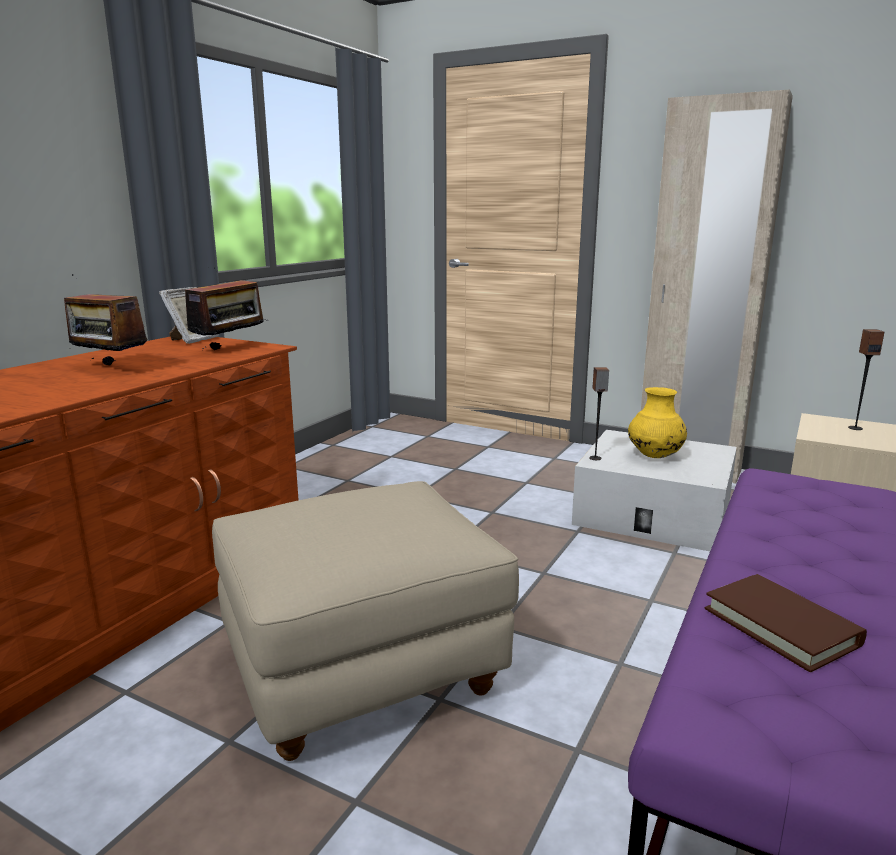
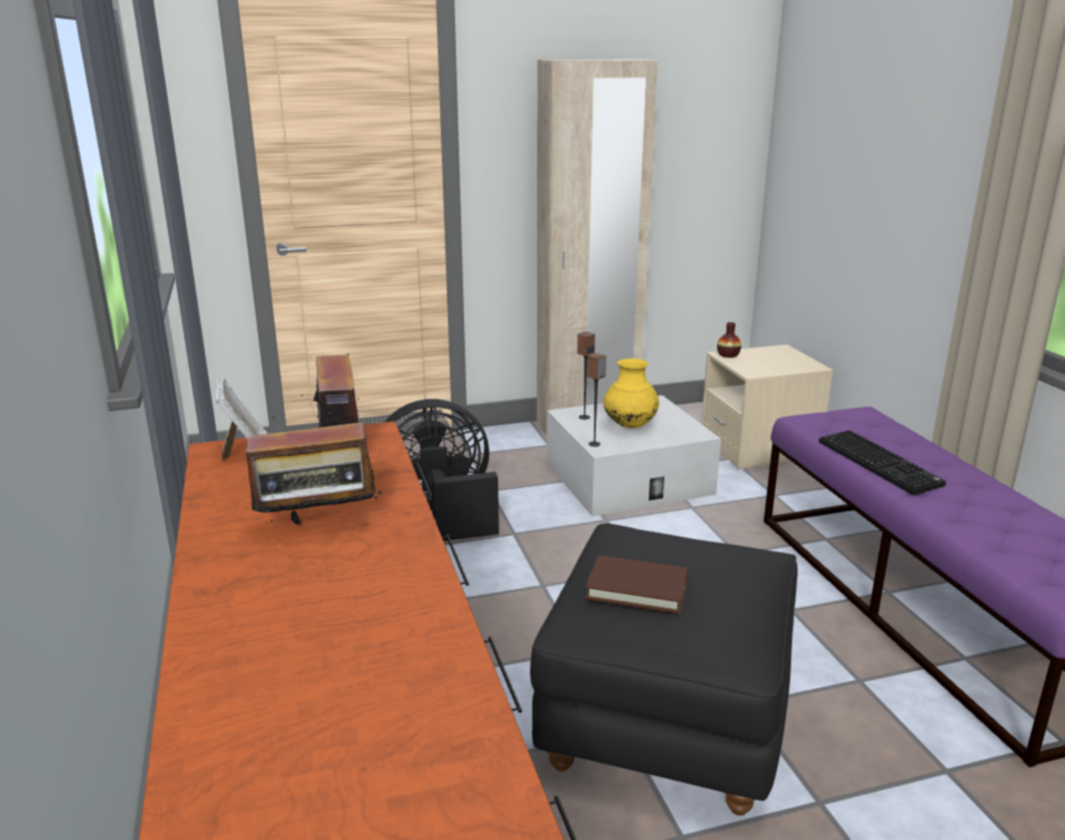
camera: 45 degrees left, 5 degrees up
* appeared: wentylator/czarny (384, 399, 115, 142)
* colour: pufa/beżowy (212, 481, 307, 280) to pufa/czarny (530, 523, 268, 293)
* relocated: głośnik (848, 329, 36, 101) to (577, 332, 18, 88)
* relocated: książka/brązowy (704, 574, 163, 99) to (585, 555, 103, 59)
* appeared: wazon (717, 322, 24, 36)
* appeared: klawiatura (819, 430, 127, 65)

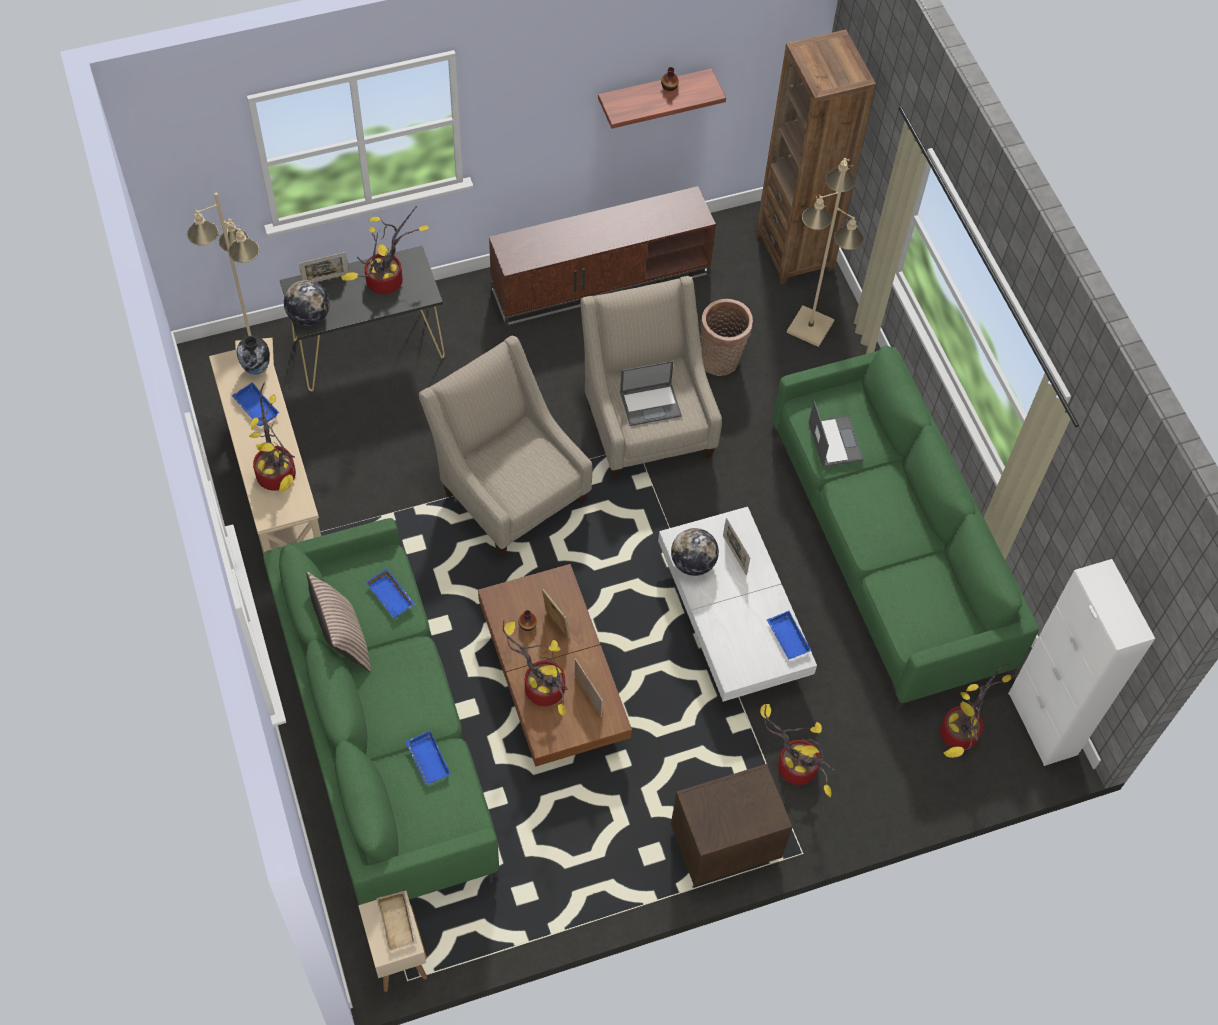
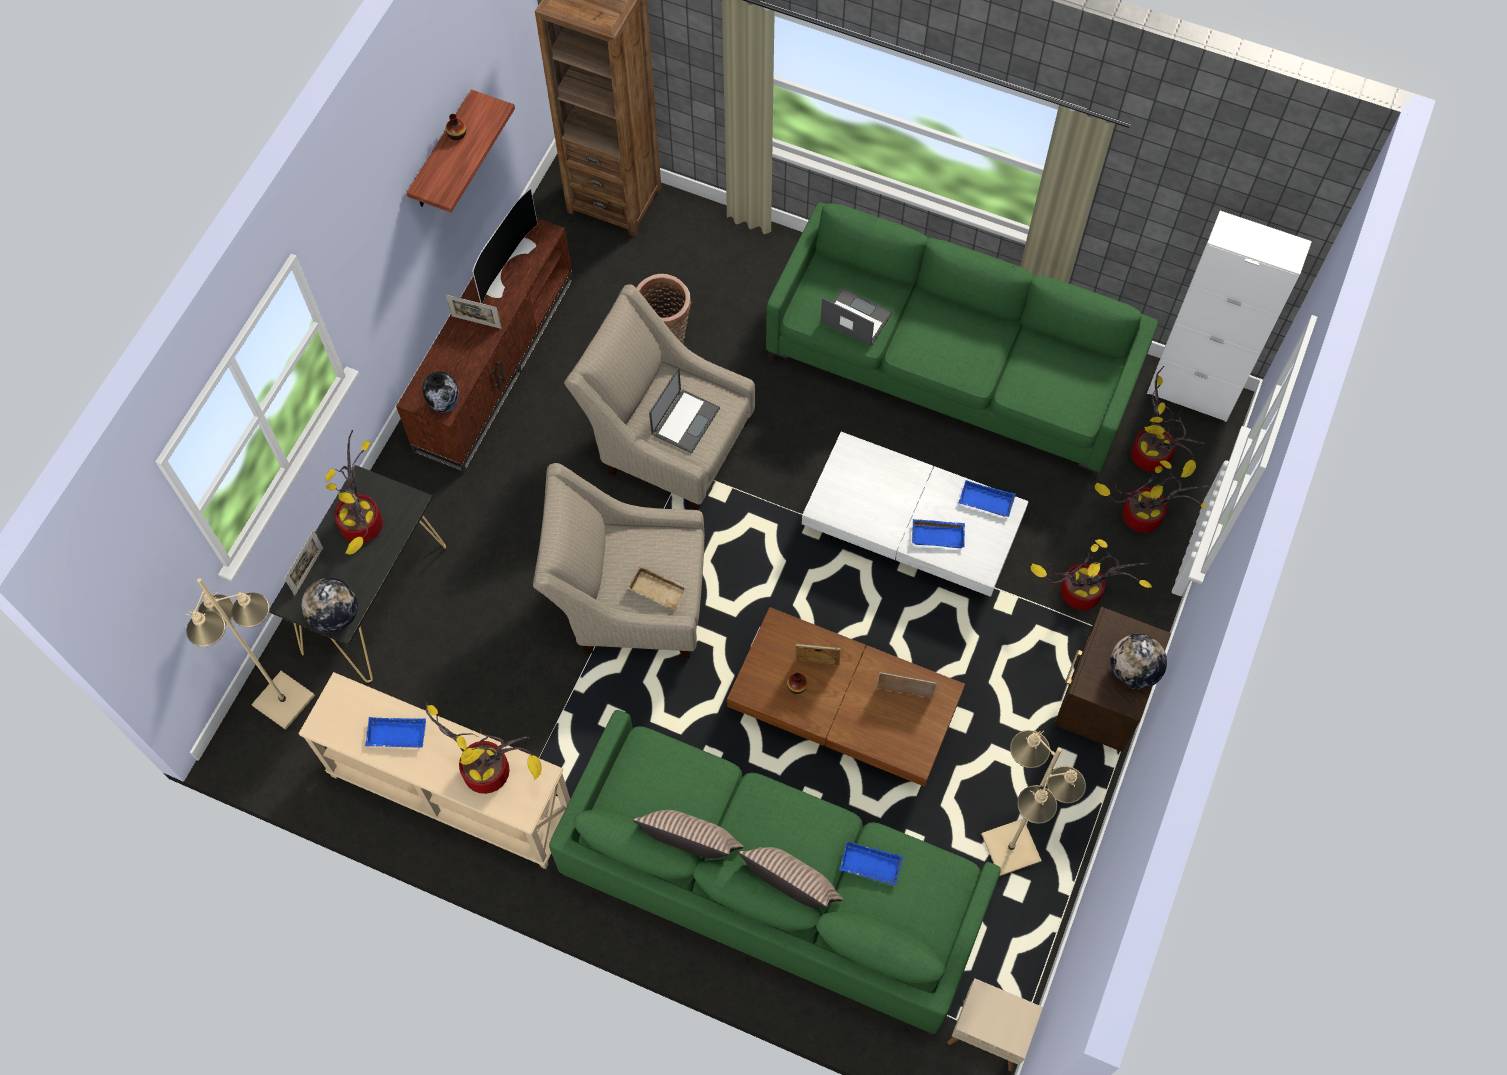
camera: 45 degrees left, 5 degrees up
* relocated: wazon (237, 336, 33, 39) to (422, 372, 37, 41)
* relocated: ramka na zdjęcie (723, 518, 27, 57) to (446, 295, 56, 34)
* appeared: telewizor (472, 188, 66, 116)
* relocated: taca/beżowy (376, 891, 41, 59) to (627, 566, 61, 44)
* appeared: poduszka (738, 847, 105, 60)
* relocated: taca/niebieski (366, 569, 49, 49) to (912, 519, 53, 29)
* relocated: lampa stojąca/beżowy (787, 158, 77, 189) to (981, 730, 105, 146)
* relocated: roślina doniczkowa (503, 620, 65, 97) to (1095, 460, 117, 73)
* relocated: globus (671, 528, 48, 48) to (1110, 634, 57, 55)

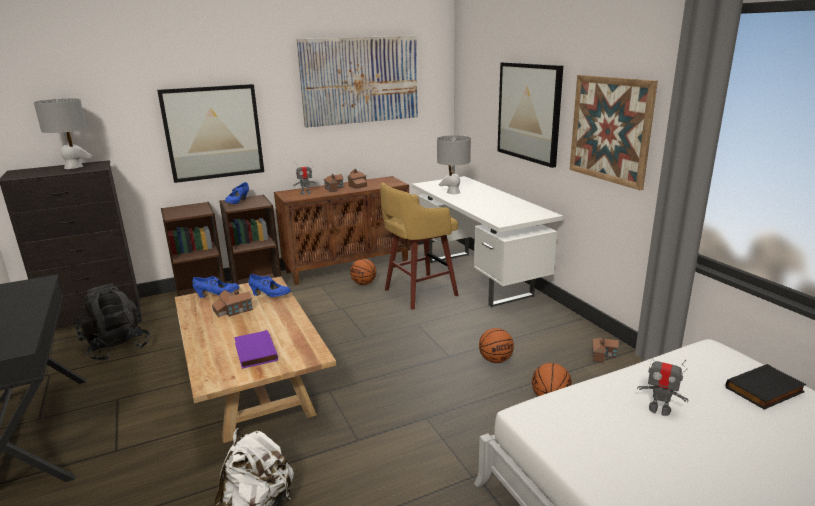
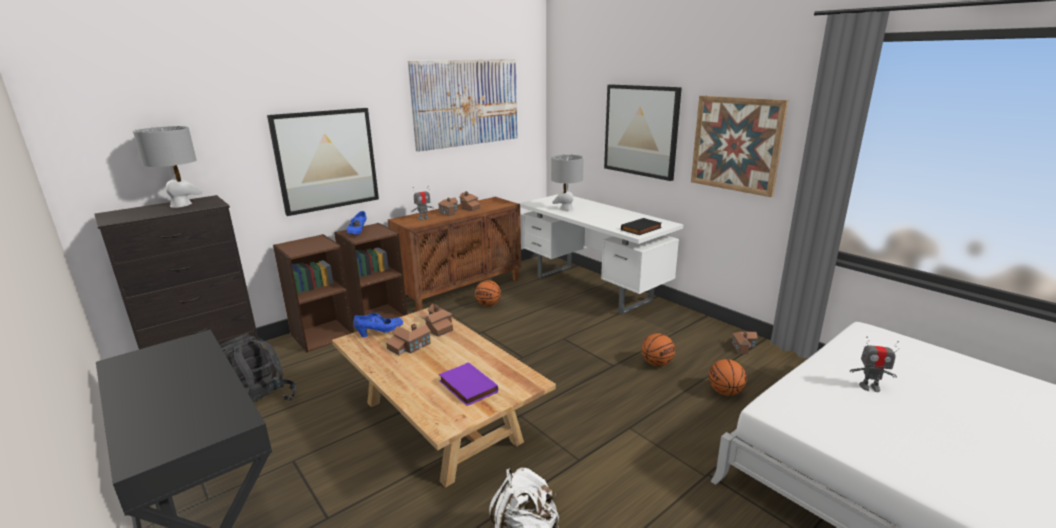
camera: 15 degrees left, 0 degrees up
* exchanged: but/niebieski (249, 274, 42, 23) to domek (424, 304, 29, 33)
* relocated: książka/czarny (726, 364, 80, 46) to (621, 218, 41, 17)
* missing: stołek/żółty (380, 183, 79, 127)

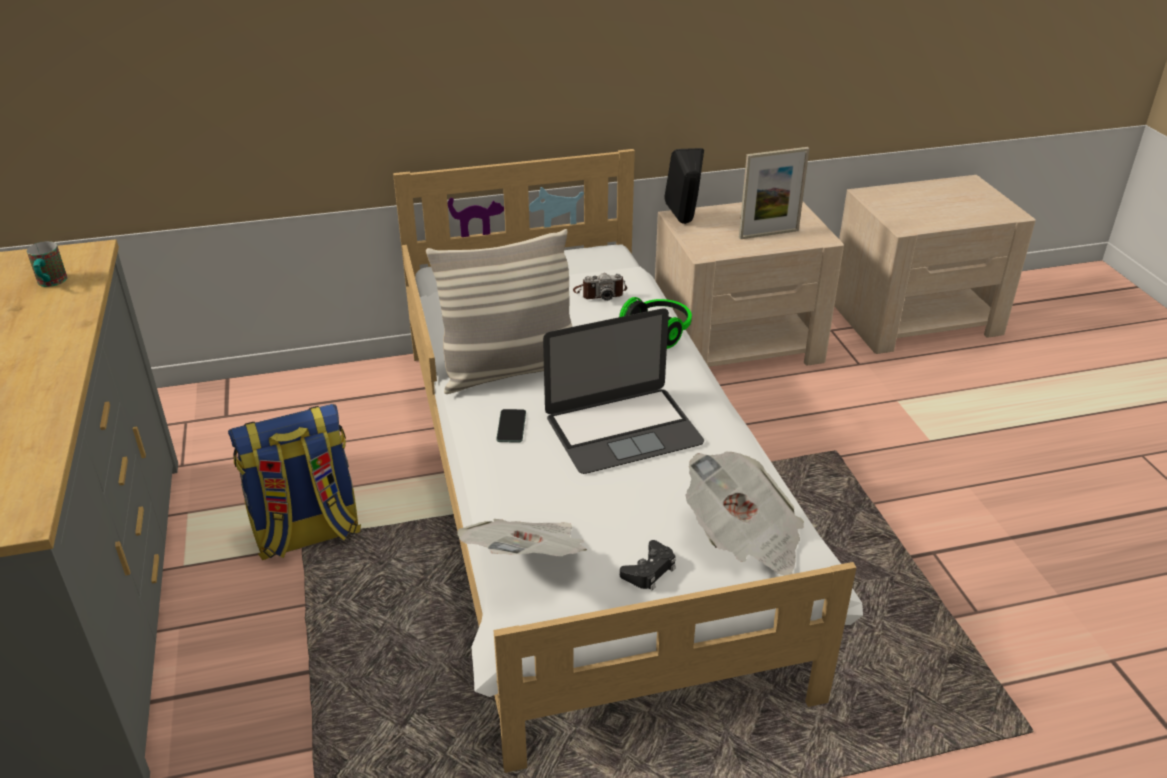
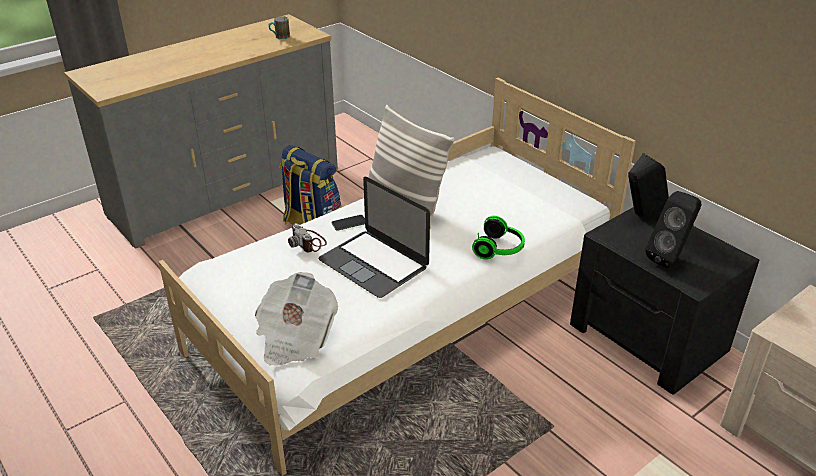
camera: 65 degrees right, 0 degrees up
* relocated: aparat fotograficzny (573, 273, 54, 28) to (288, 223, 39, 29)
* colour: szafka nocna/beżowy (655, 202, 189, 165) to szafka nocna/czarny (570, 207, 189, 188)
* exchanged: ramka na zdjęcie (739, 147, 70, 92) to głośnik/czarny (646, 191, 56, 77)
* missing: gazeta (457, 519, 130, 37)
* missing: pad do gier/czarny (620, 540, 56, 50)

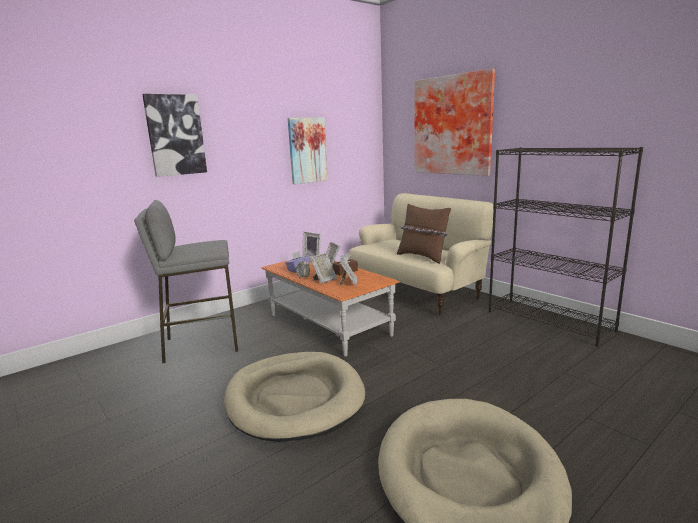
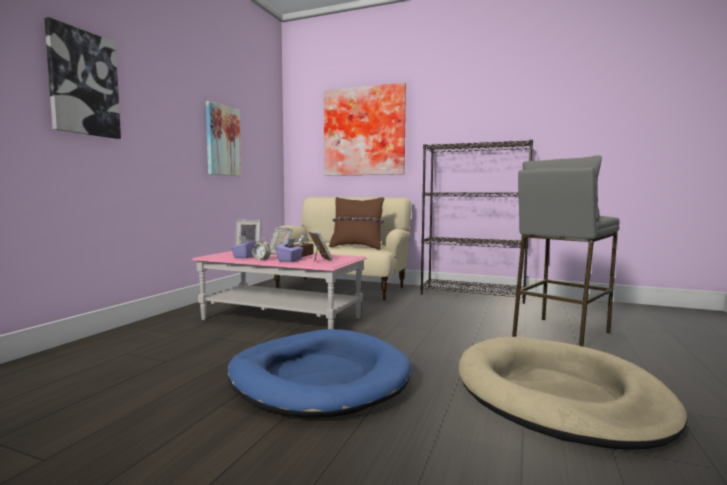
camera: 30 degrees left, 10 degrees down
* colour: ława/pomarańczowy (262, 260, 137, 97) to ława/różowy (192, 251, 175, 78)
* colour: legowisko/beżowy (224, 352, 141, 90) to legowisko/niebieski (228, 329, 184, 88)
* exchanged: ramka na zdjęcie (310, 253, 27, 31) to pudełko chusteczek/fioletowy (276, 238, 27, 24)
* relocated: stołek/szary (134, 200, 104, 164) to (512, 155, 108, 192)

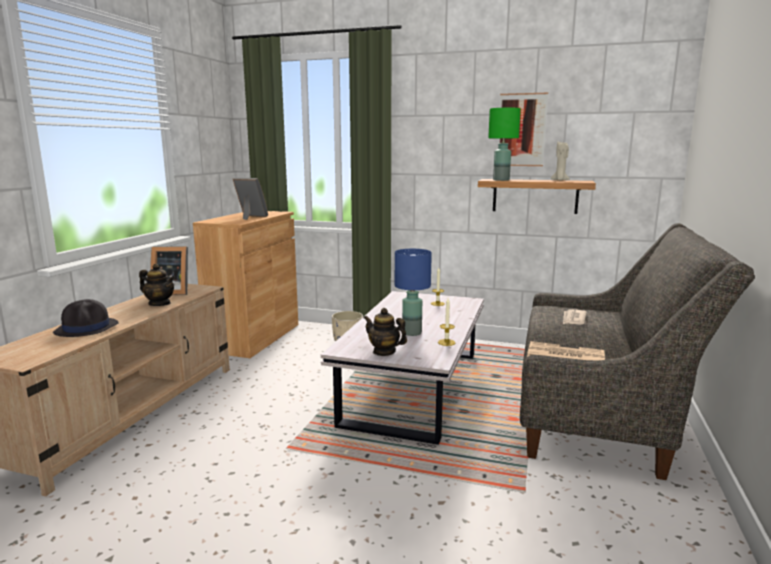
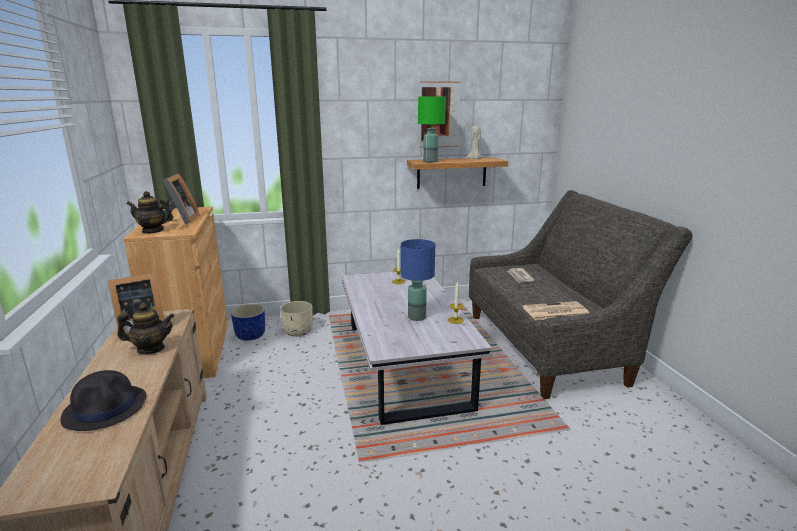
camera: 30 degrees left, 5 degrees up
* relocated: imbryk (363, 308, 44, 48) to (127, 191, 46, 43)
* spun: ramka na zdjęcie (233, 177, 35, 43) = (162, 173, 38, 52) 90 degrees clockwise
* appeared: donica/niebieski (231, 304, 34, 37)

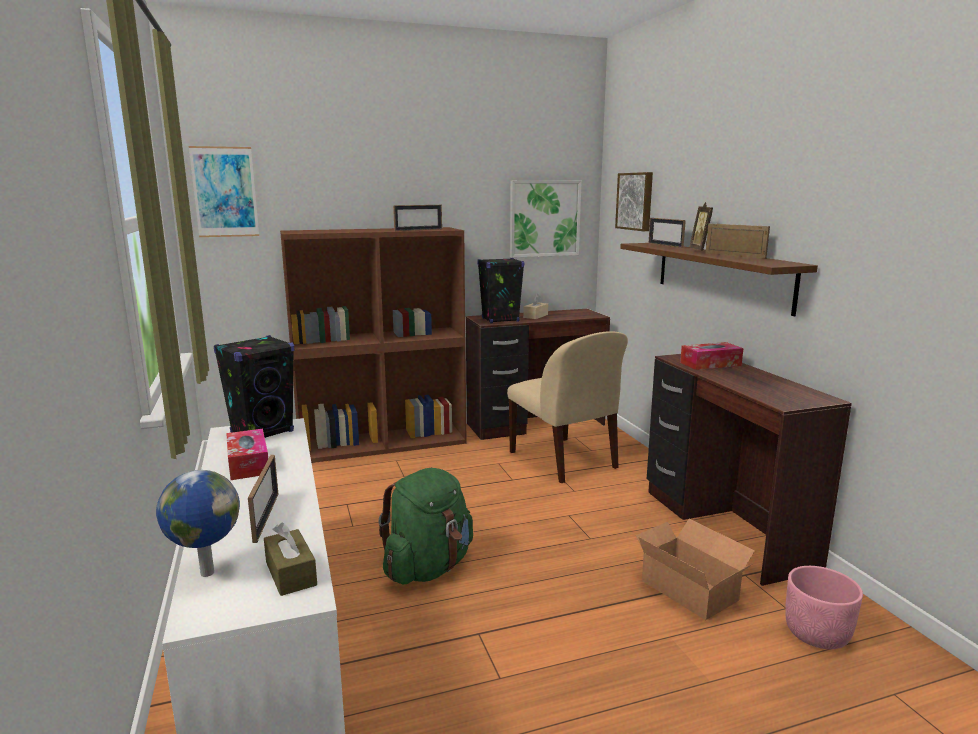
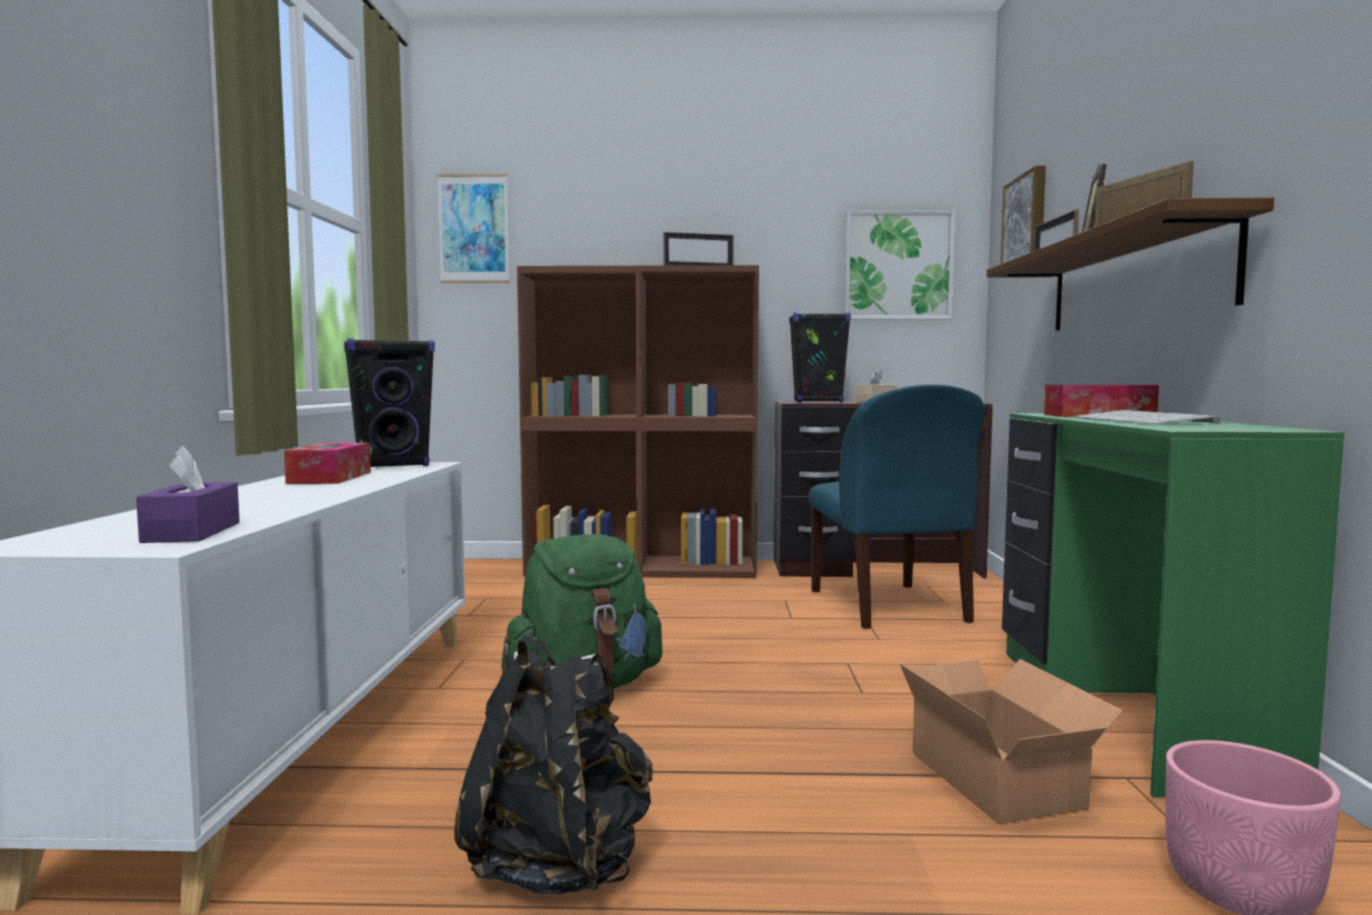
camera: 20 degrees right, 10 degrees down
* colour: pudełko chusteczek/brązowy (264, 523, 53, 73) to pudełko chusteczek/fioletowy (136, 446, 104, 97)
* appeared: plecak/czarny (454, 635, 198, 259)
* colour: krzesło/beżowy (507, 331, 121, 152) to krzesło/niebieski (809, 385, 176, 244)
* colour: biurko/brązowy (647, 354, 205, 232) to biurko/zielony (1002, 413, 342, 385)
* appeared: klawiatura (1075, 410, 146, 14)
* missing: globus (156, 470, 84, 107)
* missing: ramka na zdjęcie (248, 455, 30, 88)

